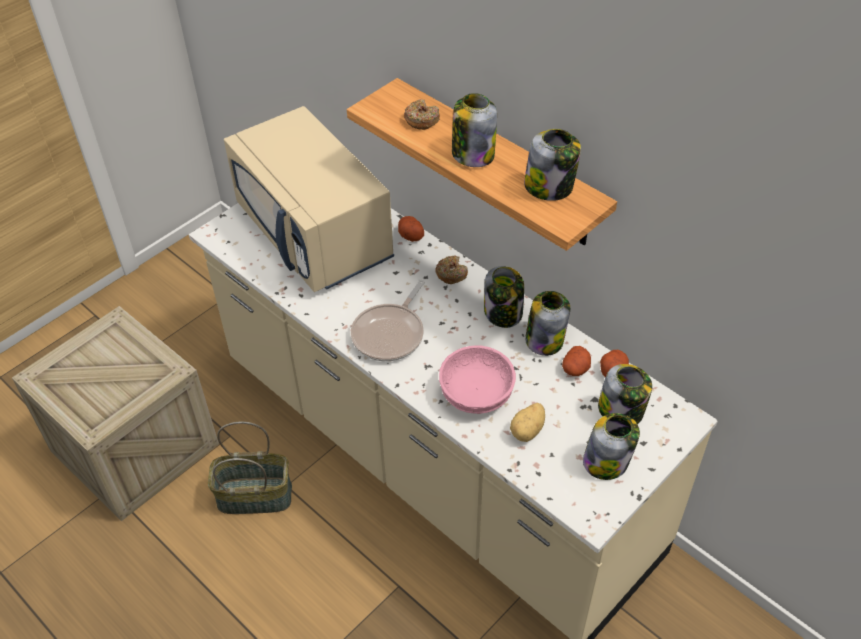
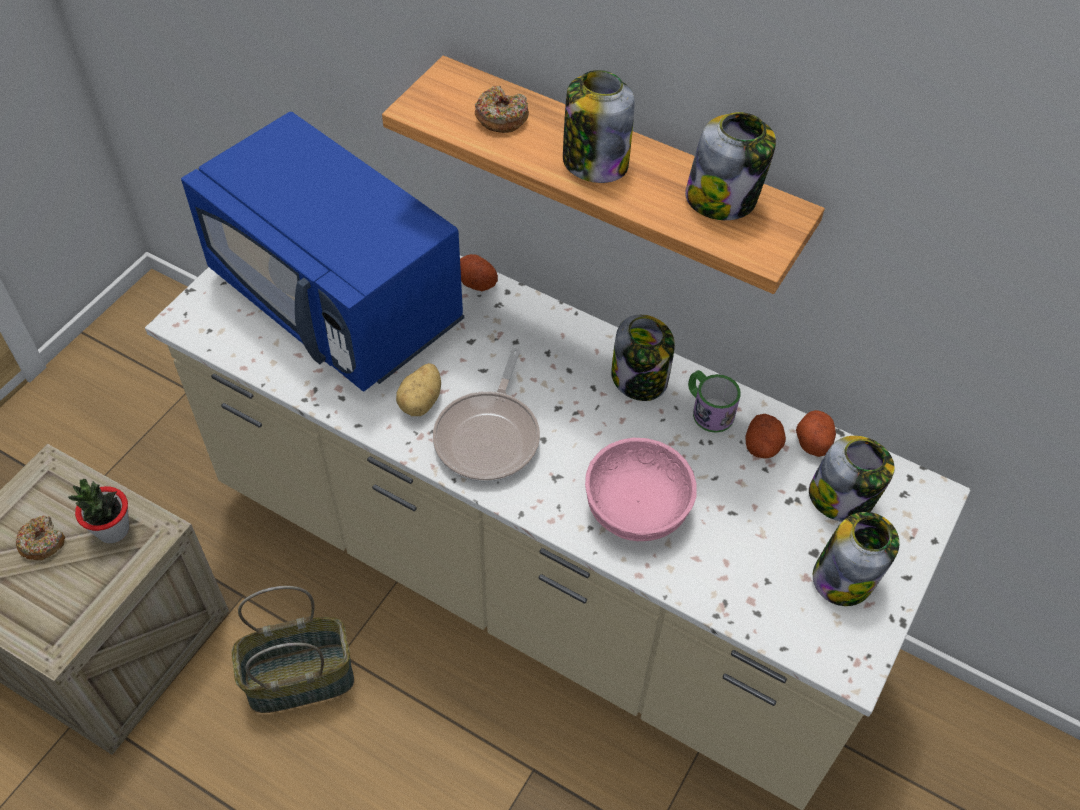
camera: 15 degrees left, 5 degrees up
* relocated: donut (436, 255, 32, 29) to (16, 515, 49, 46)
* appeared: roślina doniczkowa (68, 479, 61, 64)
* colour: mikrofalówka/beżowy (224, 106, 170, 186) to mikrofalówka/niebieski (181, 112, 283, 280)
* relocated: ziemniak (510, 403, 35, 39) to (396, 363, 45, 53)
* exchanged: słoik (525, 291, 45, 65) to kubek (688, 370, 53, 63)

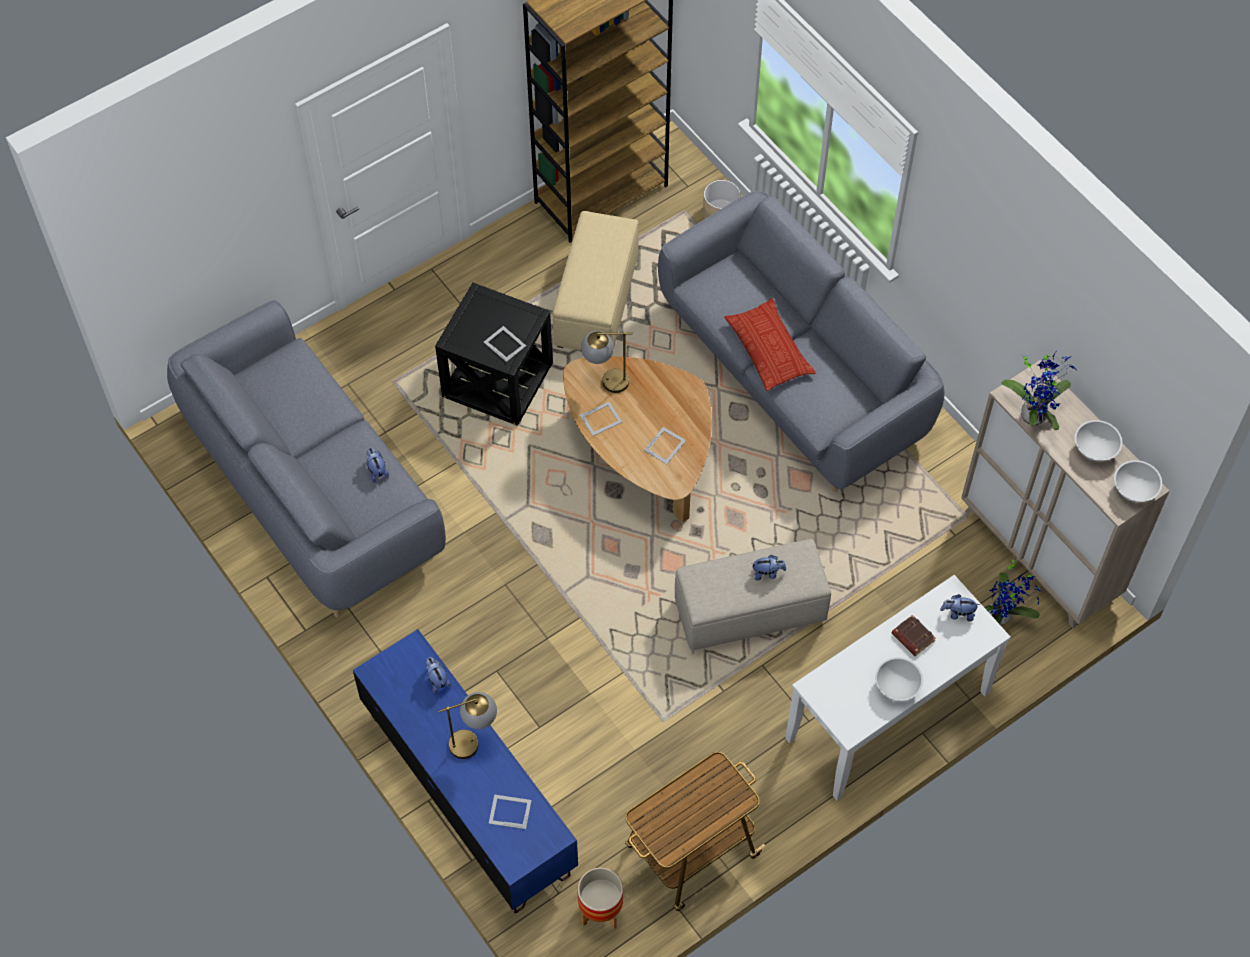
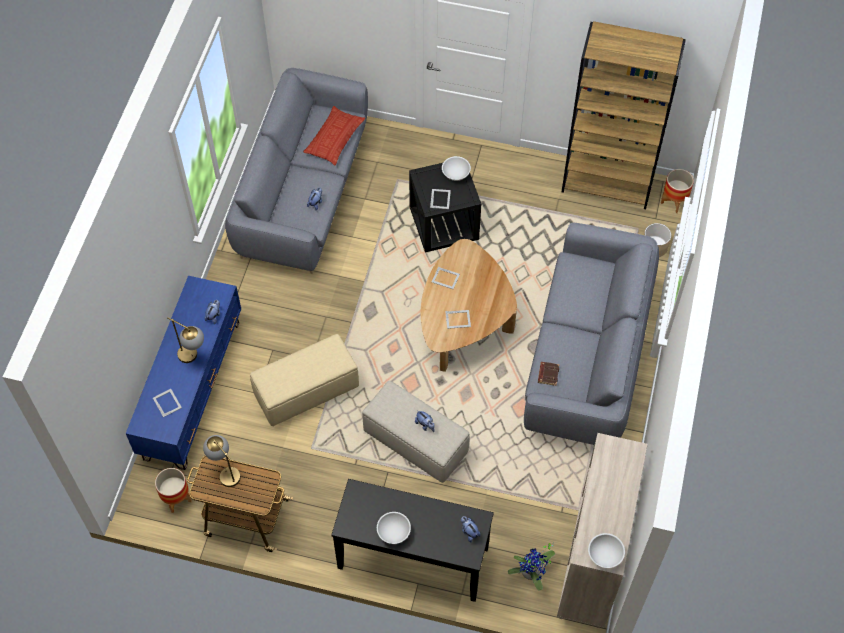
camera: 50 degrees right, 0 degrees up
* relocated: lampa stołowa (581, 331, 52, 62) to (203, 435, 38, 52)
* relocated: pufa/beżowy (552, 211, 87, 139) to (250, 334, 109, 92)
* relocated: poduszka (725, 298, 91, 93) to (303, 106, 62, 60)
* colour: stolik konsolowy/biały (785, 575, 226, 226) to stolik konsolowy/czarny (331, 479, 163, 123)
* relocated: miska/biały (1075, 420, 47, 42) to (442, 156, 29, 25)
* relocated: książka/brązowy (892, 615, 44, 41) to (538, 362, 21, 24)
* appeared: donica (661, 169, 33, 44)
* missing: roślina doniczkowa (1001, 352, 76, 78)

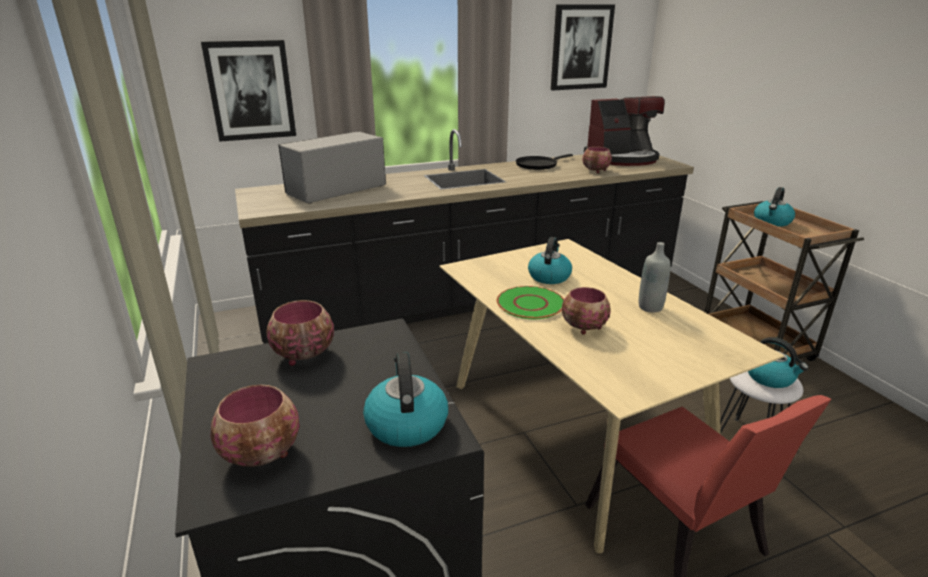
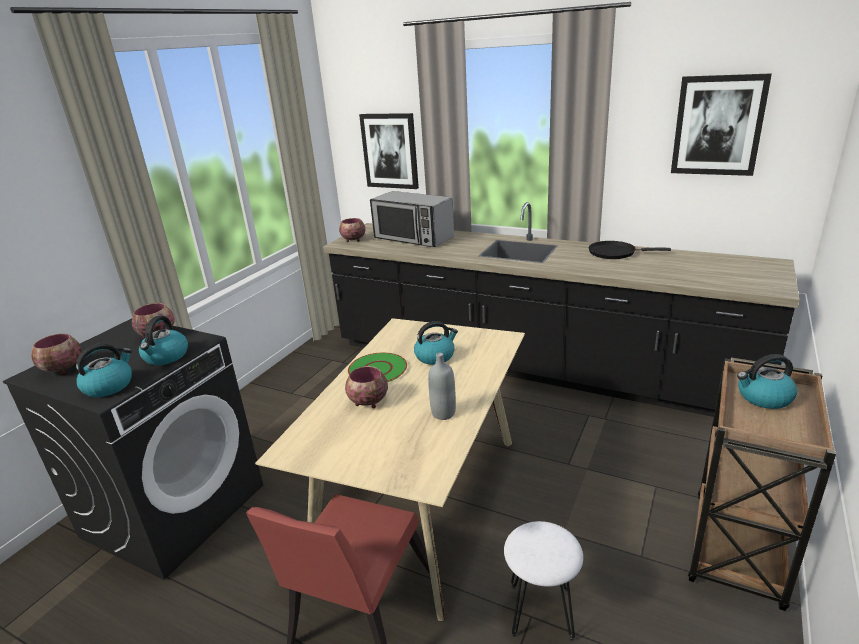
camera: 50 degrees right, 0 degrees up
* relocated: czajnik (748, 337, 60, 51) to (139, 316, 49, 49)
* relocated: miska (583, 147, 29, 26) to (339, 218, 26, 24)
* spun: mikrofalówka (279, 131, 107, 72) = (370, 191, 84, 56) 150 degrees counterclockwise
* missing: ekspres do kawy (584, 96, 81, 70)

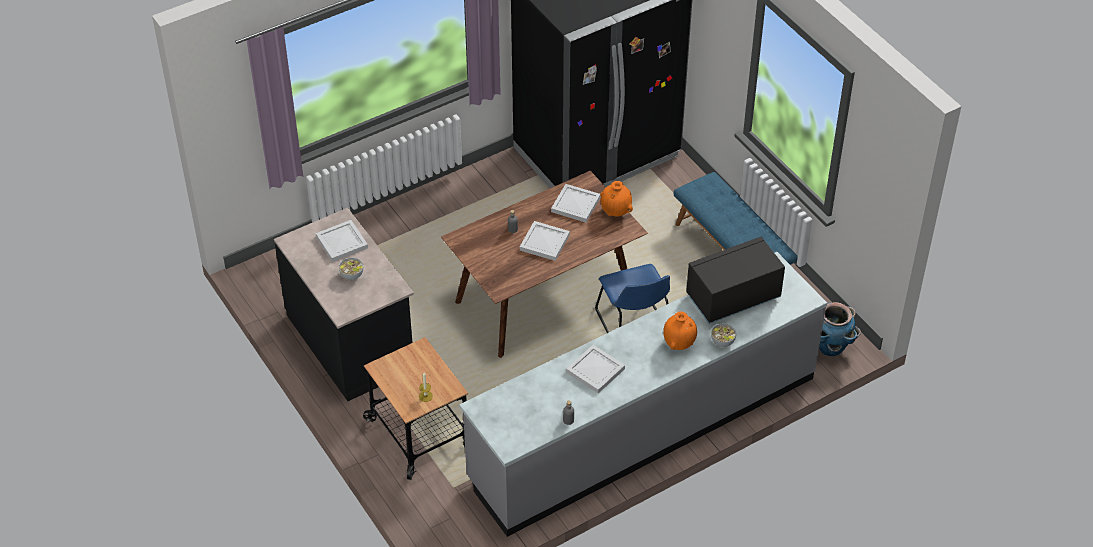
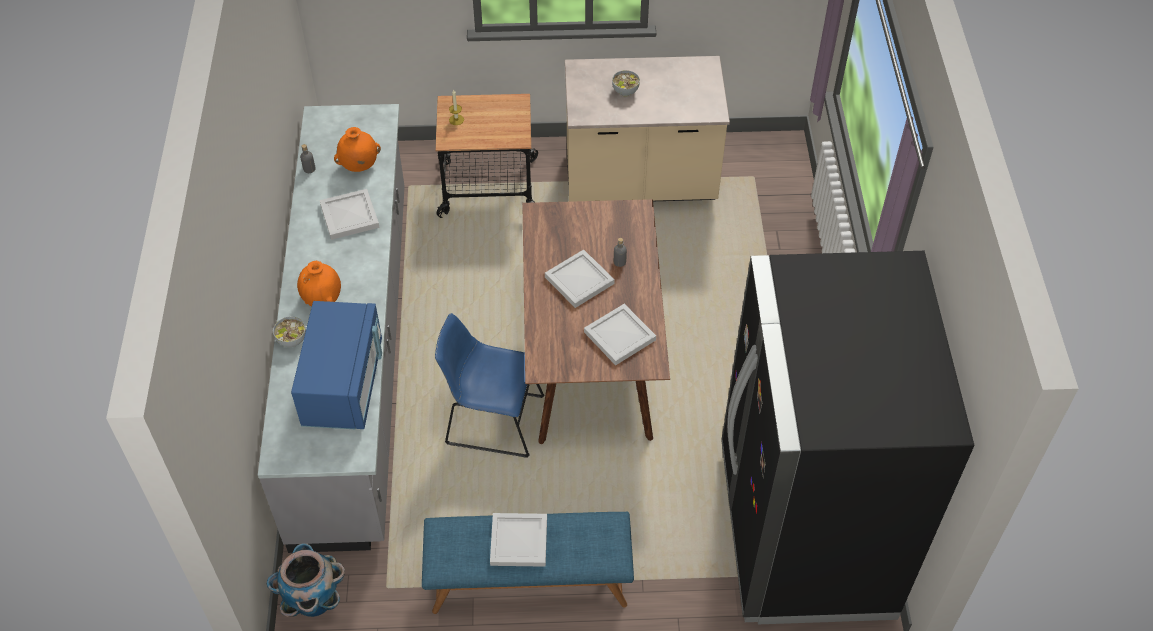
camera: 120 degrees right, 5 degrees up
* colour: mikrofalówka/czarny (686, 237, 99, 87) to mikrofalówka/niebieski (291, 301, 91, 129)
* relocated: wazon/pomarańczowy (600, 181, 33, 35) to (334, 127, 47, 45)
* relocated: taca/biały (316, 220, 52, 42) to (490, 513, 57, 54)
* colour: zabudowa kuchenna/czarny (274, 208, 140, 193) to zabudowa kuchenna/beżowy (565, 56, 165, 146)

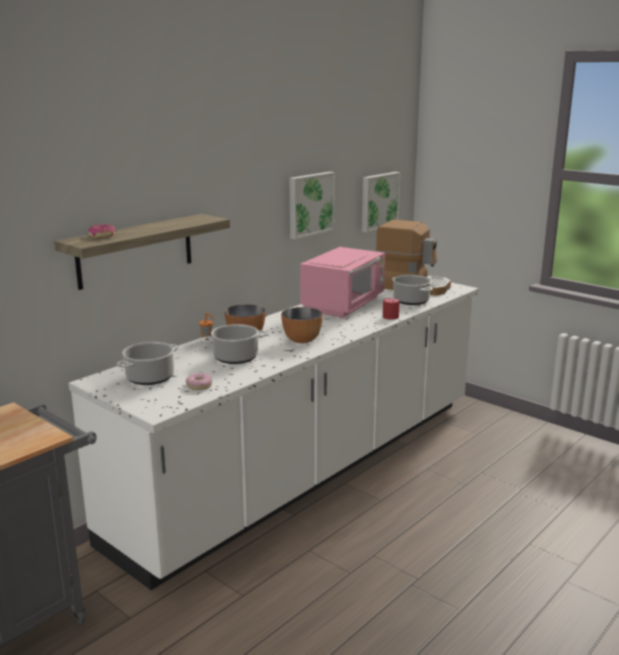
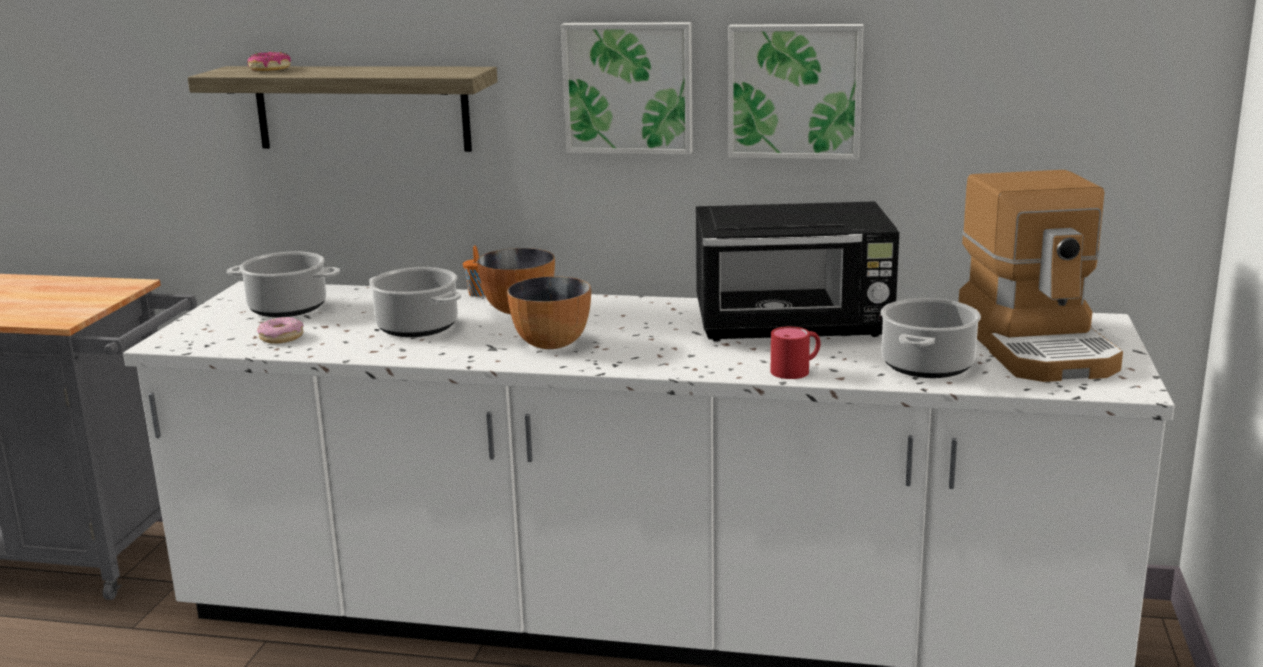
camera: 60 degrees right, 0 degrees up
* relocated: obraz (362, 172, 39, 61) to (561, 22, 132, 133)
* colour: mikrofalówka/różowy (300, 247, 85, 72) to mikrofalówka/czarny (696, 201, 203, 141)

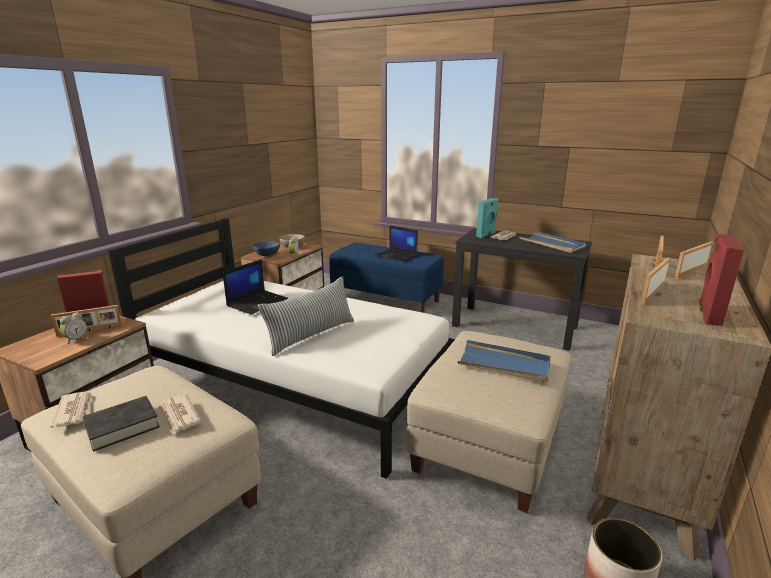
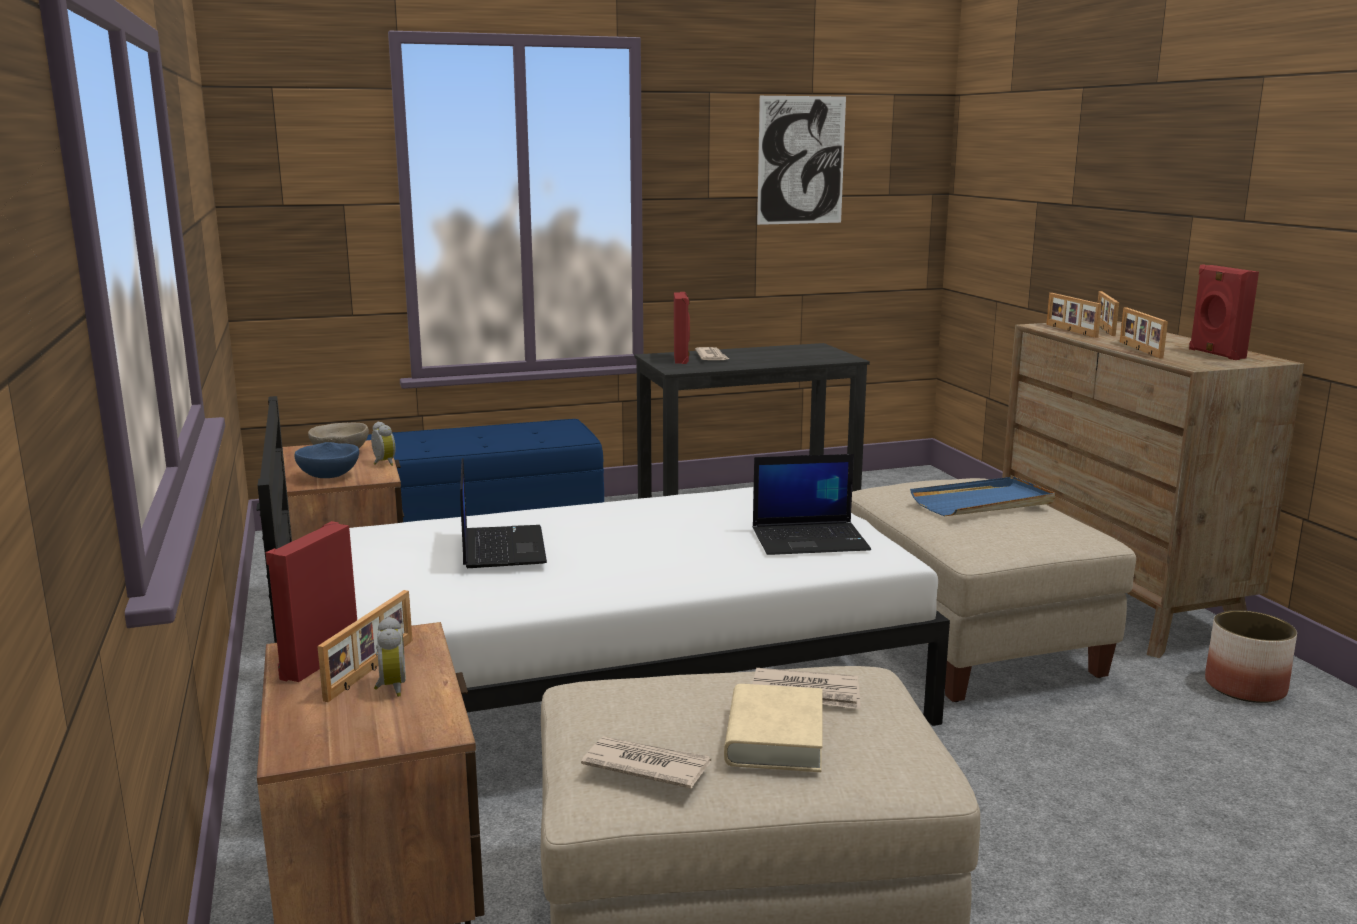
camera: 45 degrees left, 5 degrees down
* colour: głośnik/turkusowy (476, 198, 22, 40) to głośnik/czerwony (674, 292, 16, 72)
* colour: książka/czarny (83, 396, 77, 56) to książka/beżowy (724, 684, 99, 88)
* relocated: laptop (374, 225, 44, 37) to (753, 454, 118, 101)
* appeared: obraz (757, 96, 89, 129)
* missing: poduszka (257, 277, 97, 79)
* missing: taca/niebieski (519, 231, 67, 22)

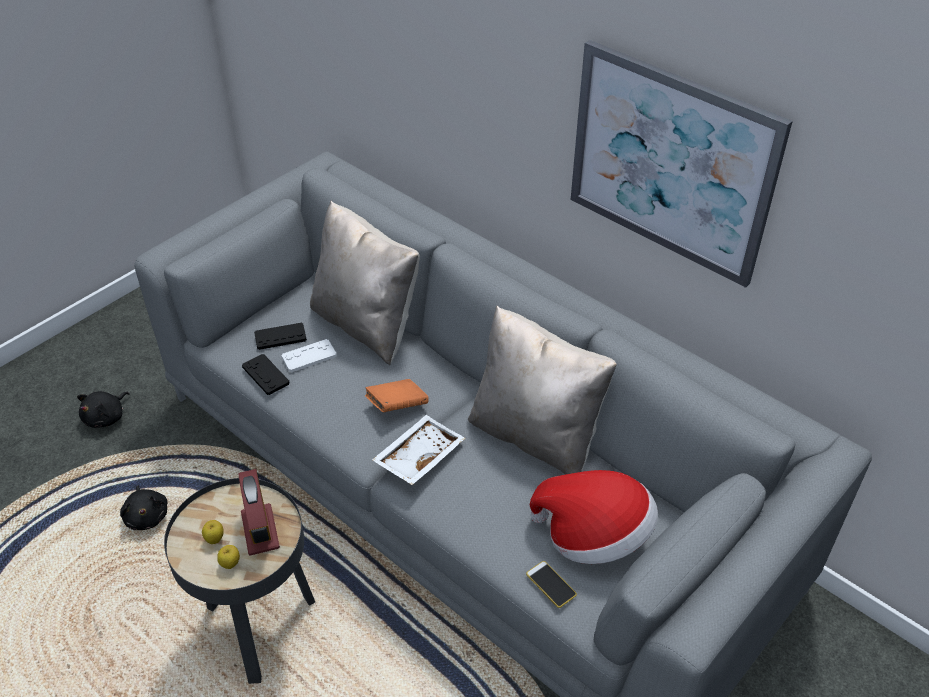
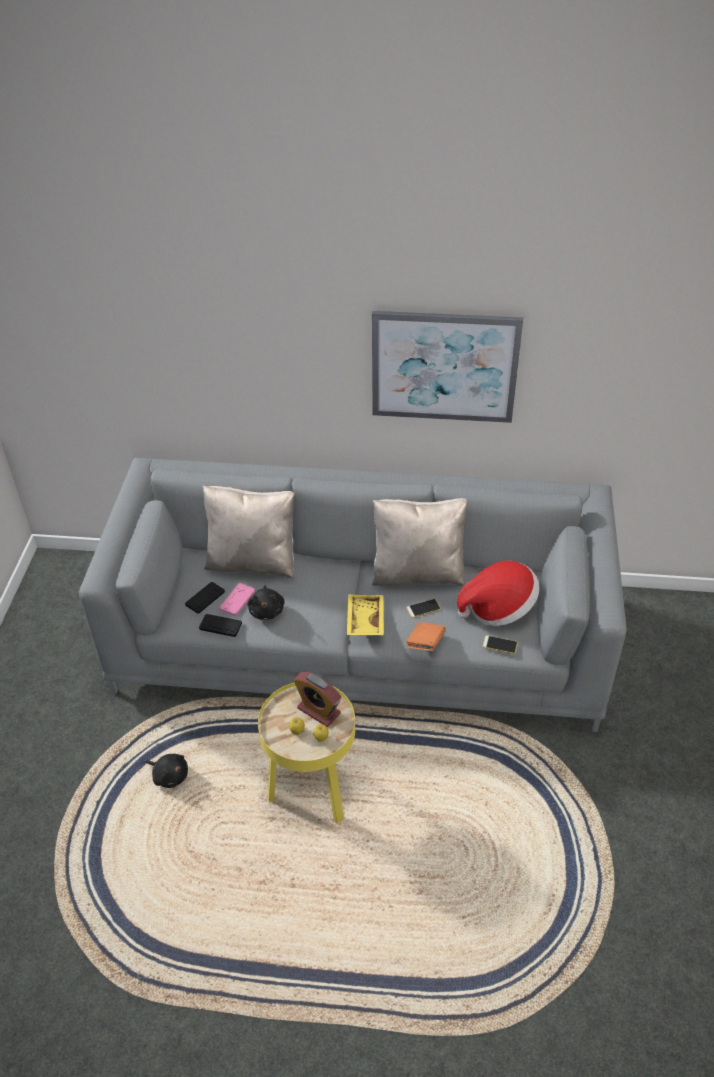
camera: 35 degrees left, 0 degrees up
* colour: pad do gier/biały (281, 339, 56, 33) to pad do gier/różowy (219, 583, 36, 33)
* relocated: pluszak/czarny (77, 391, 52, 37) to (248, 585, 37, 35)
* colour: stolik/czarny (164, 478, 151, 206) to stolik/żółty (258, 683, 97, 141)
* colour: taca/biały (372, 415, 93, 70) to taca/żółty (347, 594, 37, 41)
* appeared: telefon (406, 599, 35, 19)
* relocated: książka/pomarańczowy (365, 379, 64, 34) to (406, 622, 40, 29)

